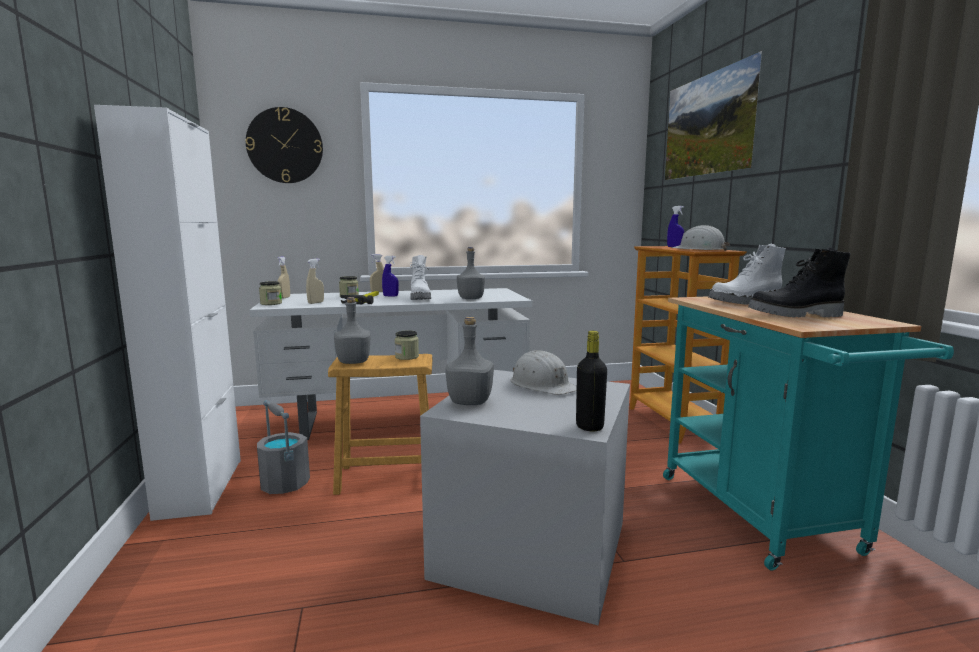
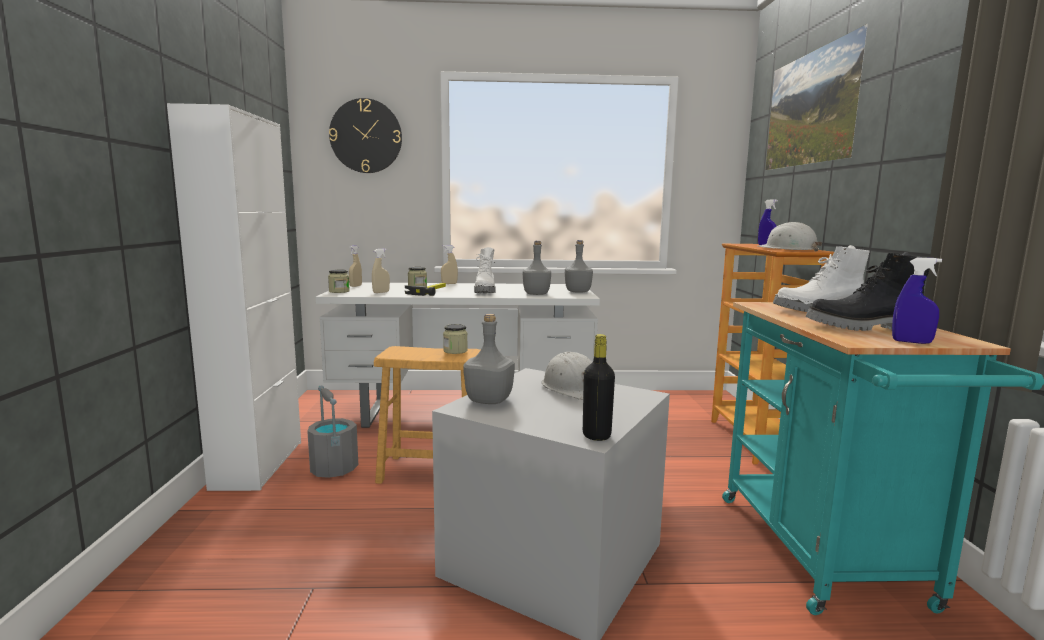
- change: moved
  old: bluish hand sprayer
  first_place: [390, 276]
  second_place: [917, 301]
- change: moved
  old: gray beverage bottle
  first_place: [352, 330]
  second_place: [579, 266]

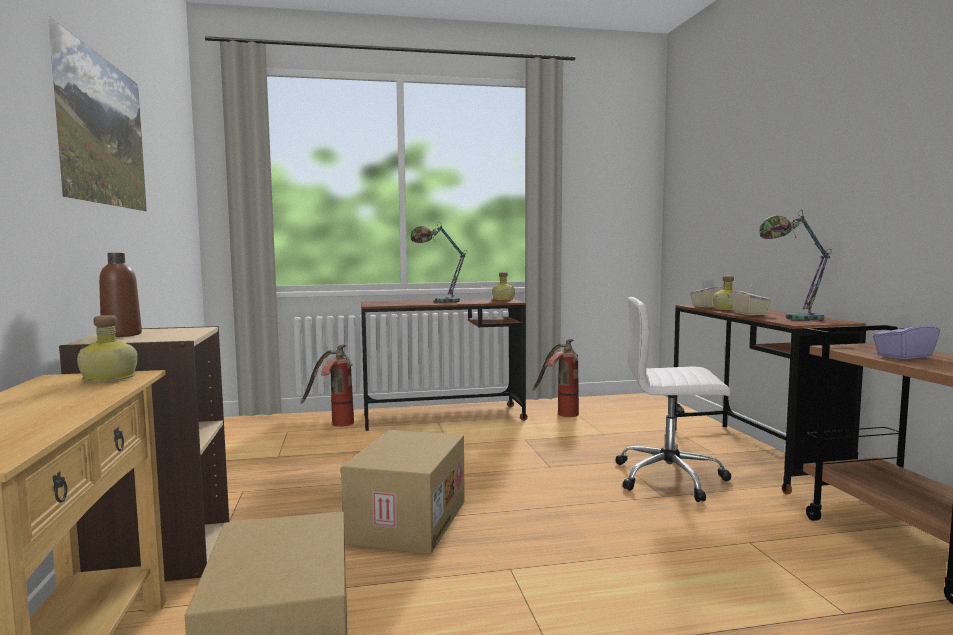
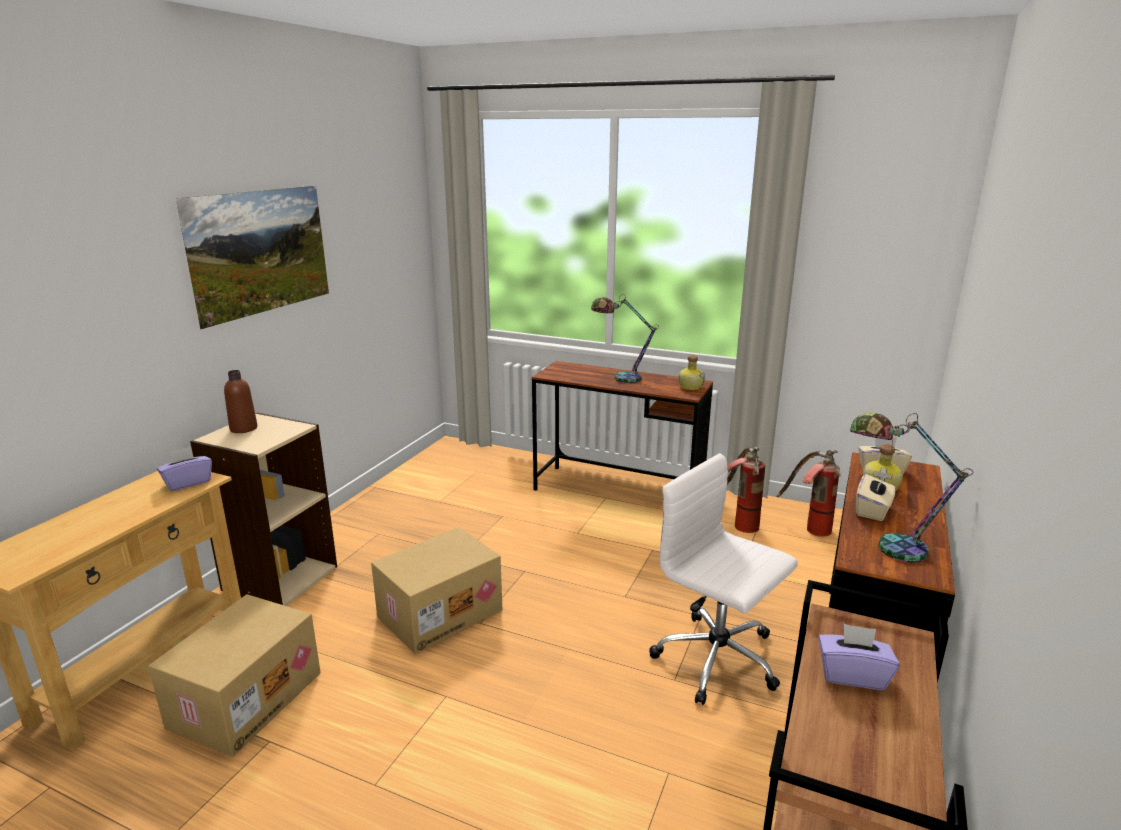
- change: replaced
  old: beverage bottle
  new: purplish tissue holder
  first_place: [107, 348]
  second_place: [184, 469]
- change: moved
  old: fire-fighting cylinder
  first_place: [327, 386]
  second_place: [808, 493]

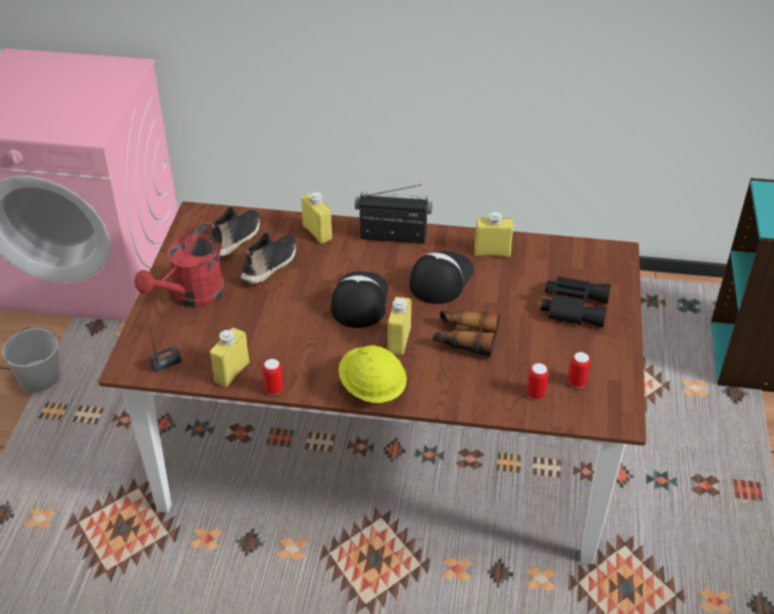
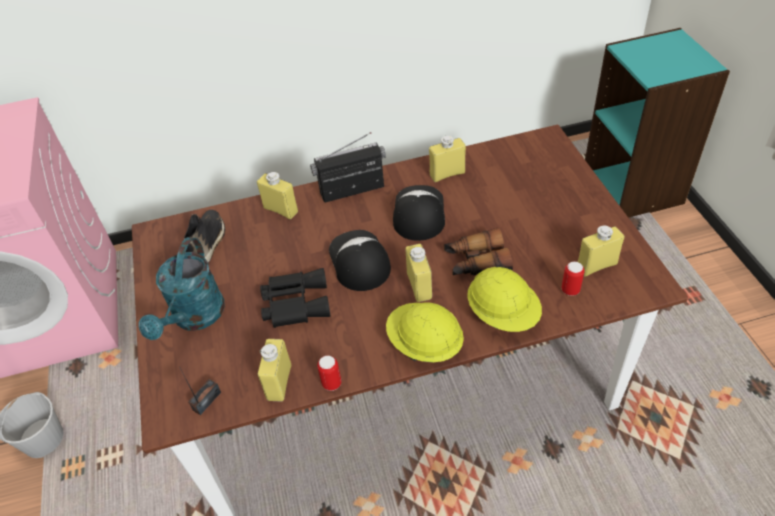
- change: recoloured
  old: red watering can
  new: blue-green watering can
  first_place: [180, 265]
  second_place: [181, 288]
- change: removed
  old: black-coloured item of footwear
  first_place: [268, 258]
- change: moved
  old: black-coloured field glasses
  first_place: [576, 302]
  second_place: [295, 298]
- change: replaced
  old: metal can
  new: yellow beverage bottle
  first_place: [579, 370]
  second_place: [601, 251]
- change: added
  new: yellow safety helmet
  second_place: [504, 299]

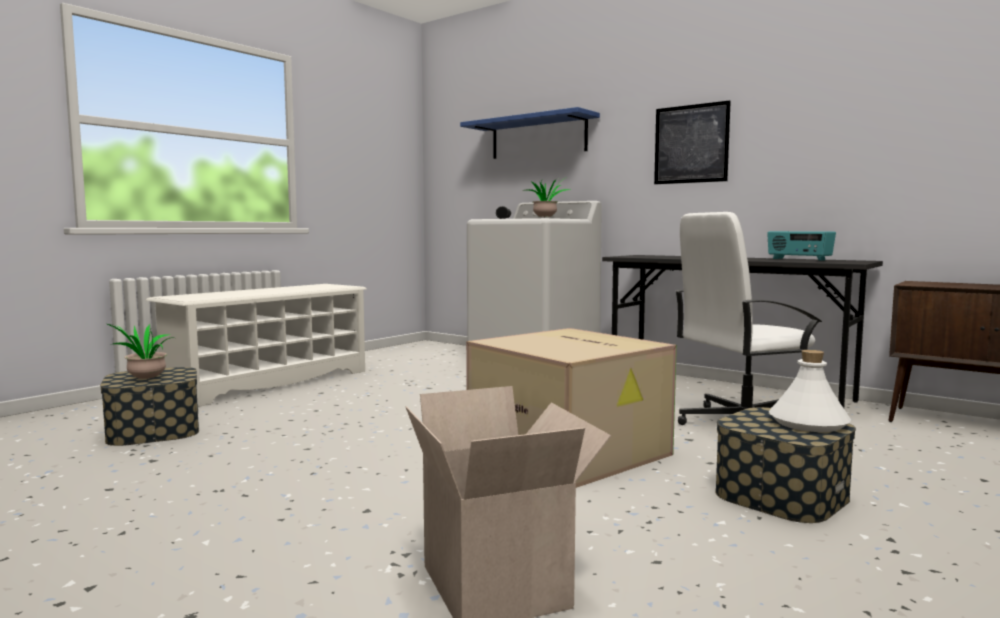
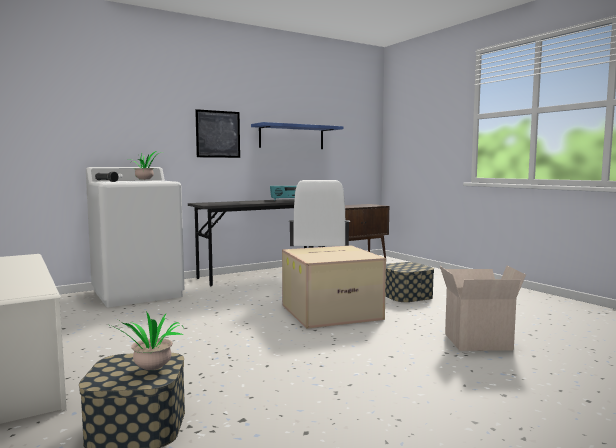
- change: moved
  old: bluish bracket shelf
  first_place: [530, 133]
  second_place: [297, 135]
- change: removed
  old: white beverage bottle
  first_place: [810, 391]

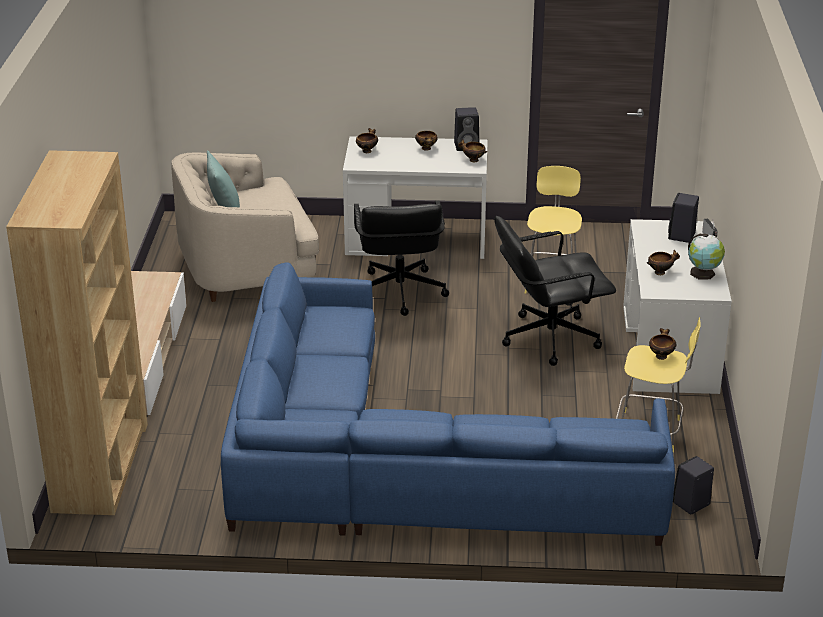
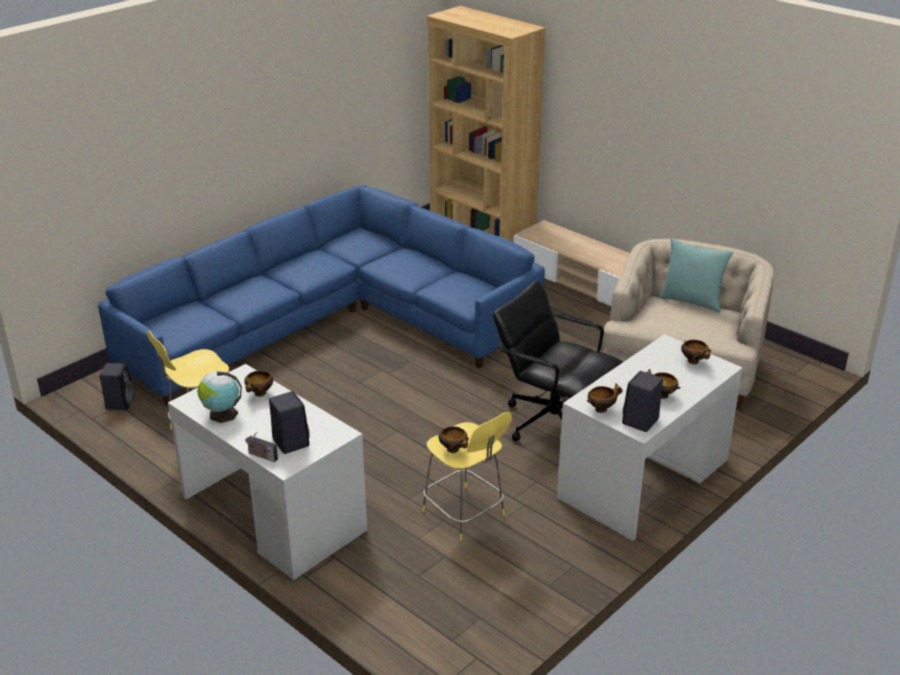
- change: removed
  old: black-coloured desk chair
  first_place: [555, 291]
- change: moved
  old: deep dish
  first_place: [663, 344]
  second_place: [454, 439]

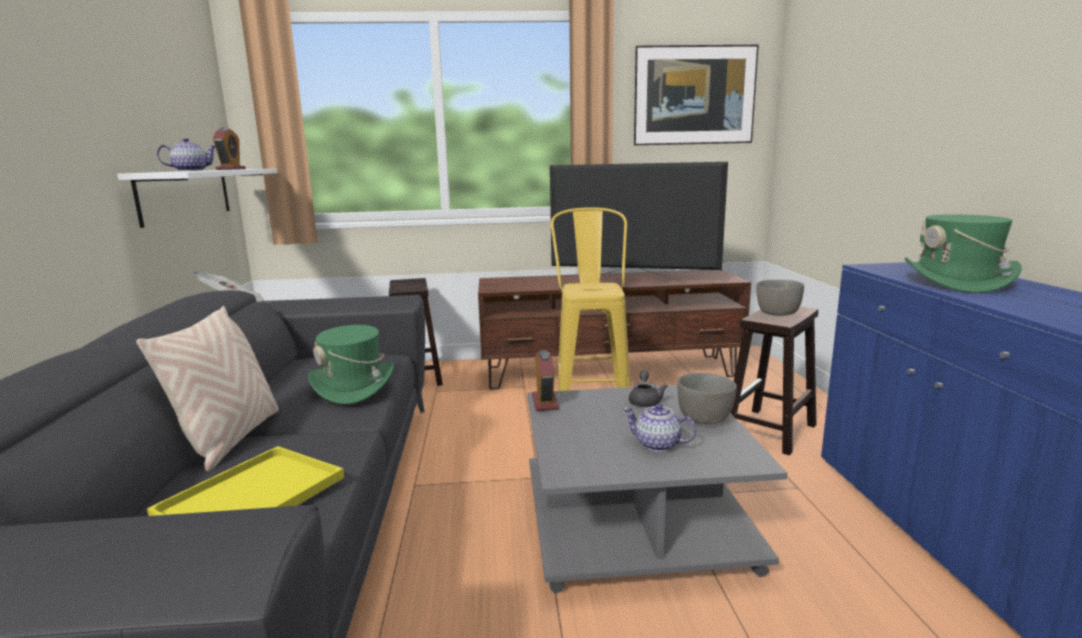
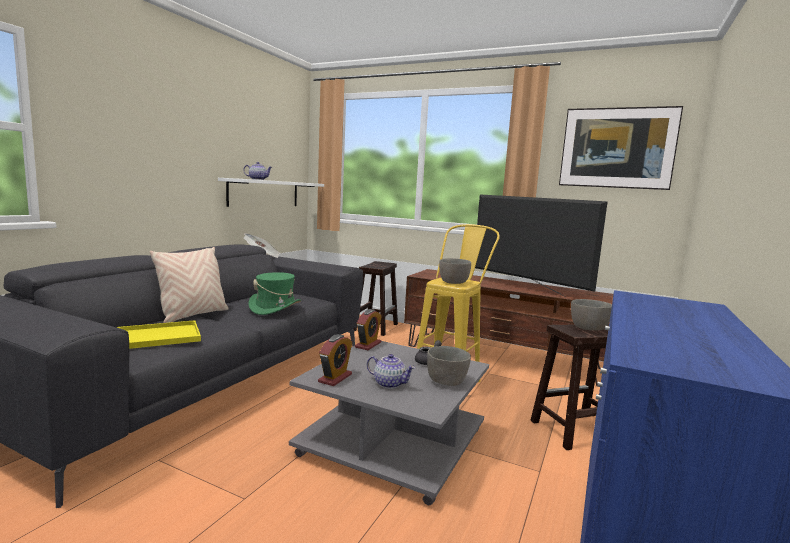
- change: moved
  old: alarm clock
  first_place: [229, 149]
  second_place: [335, 360]
- change: removed
  old: green-coloured wearable hat
  first_place: [963, 253]
- change: turned
  old: teapot
  first_place: [659, 427]
  second_place: [391, 371]
  degrees: 150
- change: added
  new: gray deep dish
  second_place: [455, 271]

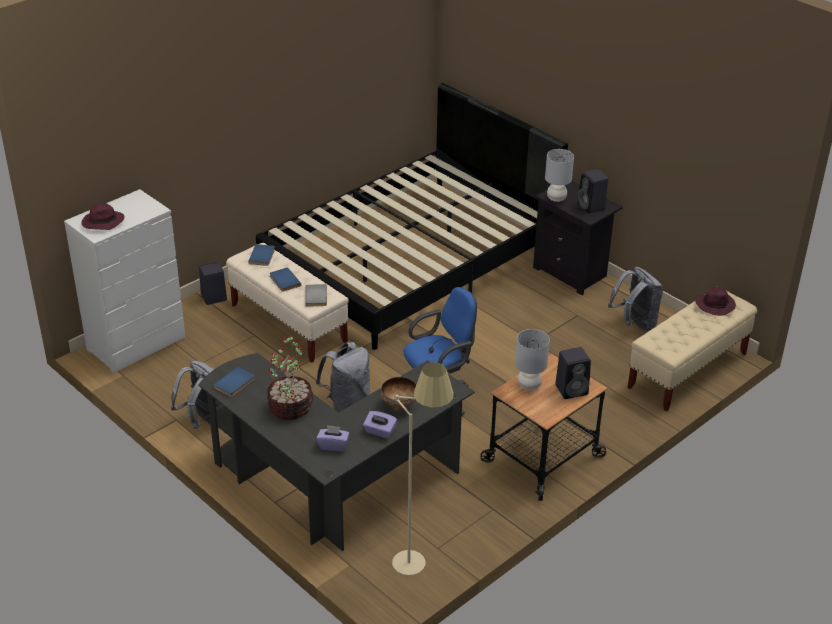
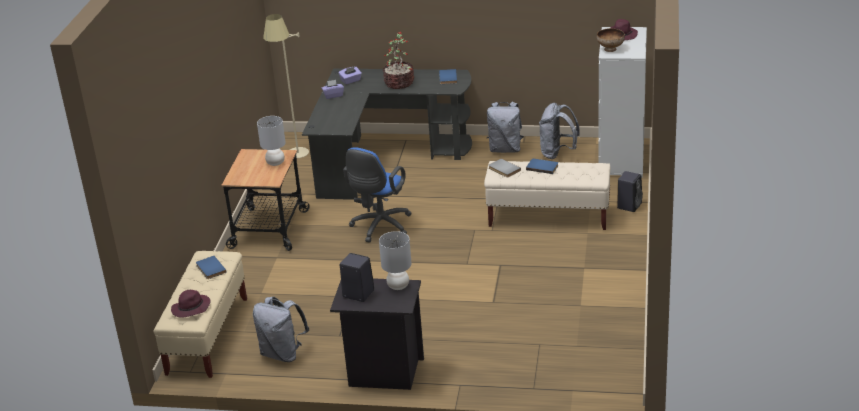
- change: removed
  old: black-coloured bedroom bed
  first_place: [412, 216]
- change: moved
  old: bluish book
  first_place: [261, 255]
  second_place: [211, 267]
- change: moved
  old: gray knapsack
  first_place: [343, 377]
  second_place: [559, 131]
- change: removed
  old: black-coloured loudspeaker
  first_place: [573, 373]
- change: moved
  old: deep dish
  first_place: [398, 394]
  second_place: [611, 40]

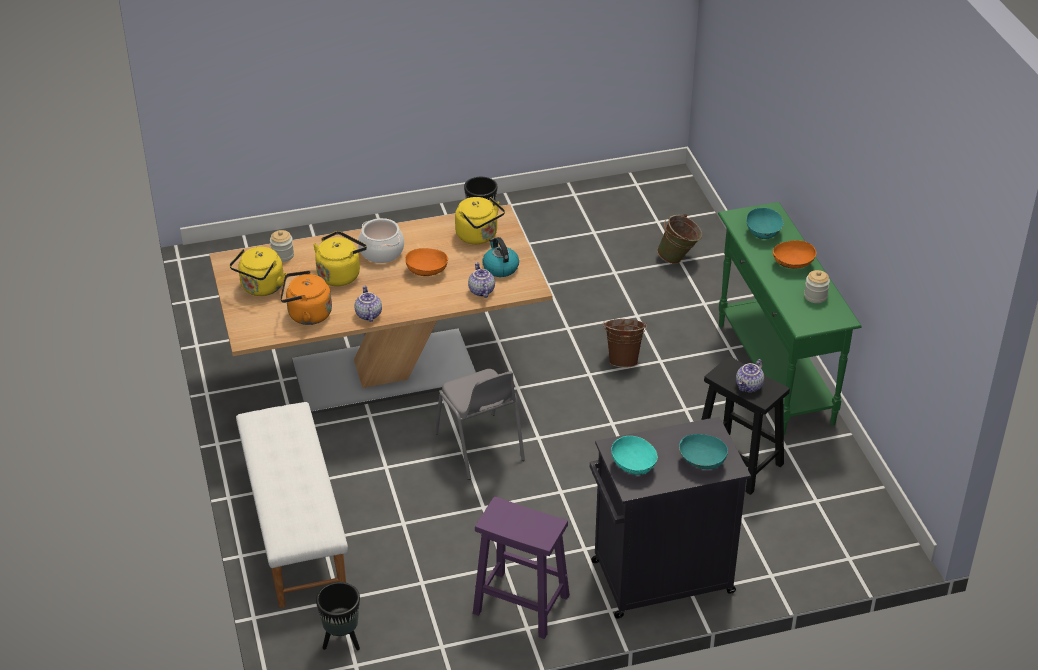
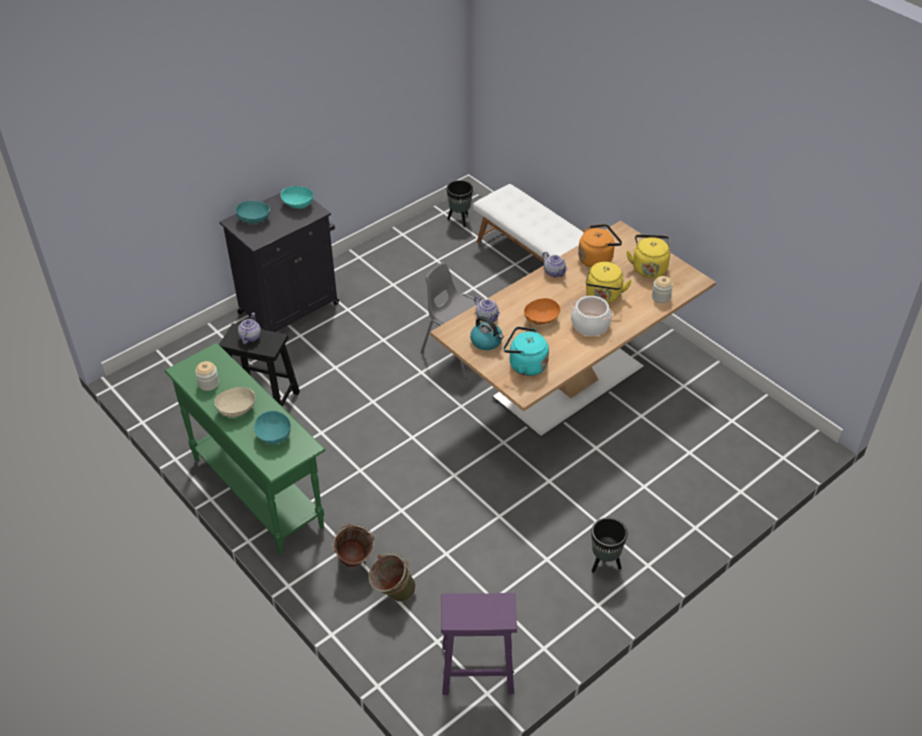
- change: recoloured
  old: yellow water kettle
  new: blue-green water kettle
  first_place: [480, 220]
  second_place: [526, 351]
- change: recoloured
  old: orangey deep dish
  new: beige deep dish
  first_place: [794, 254]
  second_place: [234, 402]
- change: moved
  old: brown bucket
  first_place: [625, 343]
  second_place: [353, 546]
- change: moved
  old: purplish sitting stool
  first_place: [521, 568]
  second_place: [479, 644]

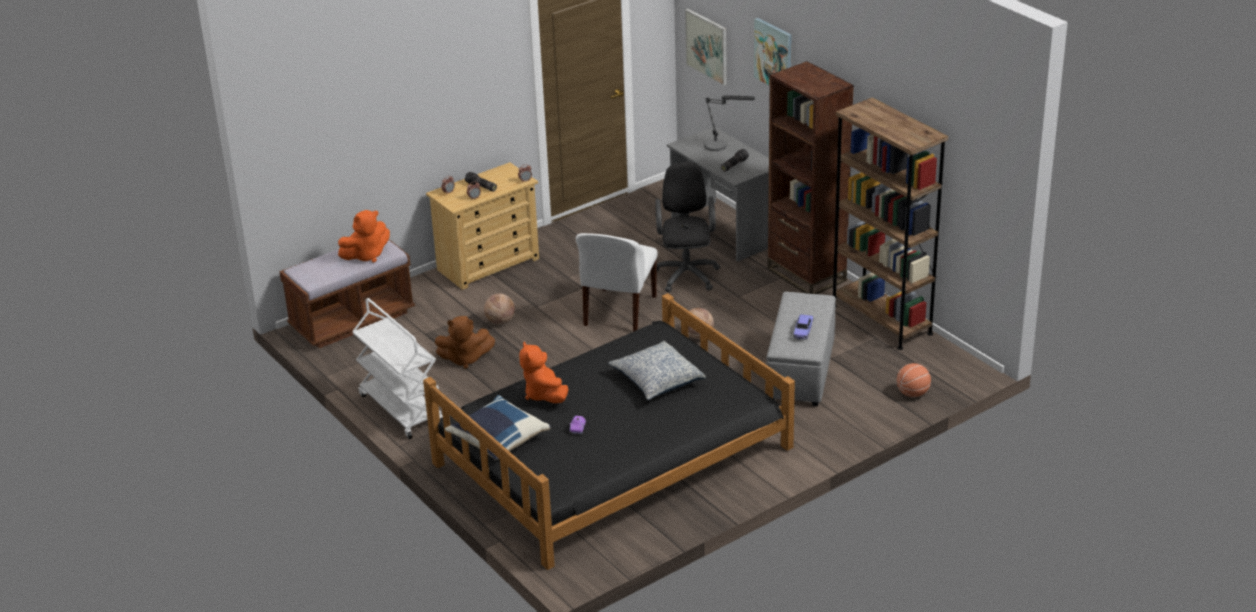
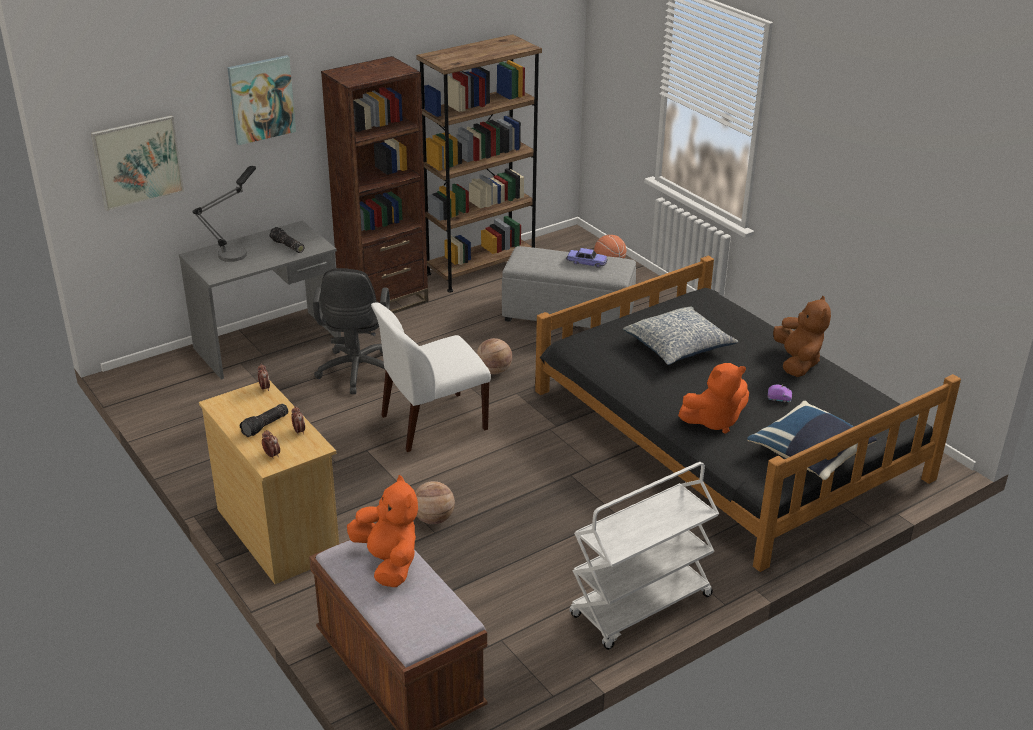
- change: turned
  old: black-coloured desk chair
  first_place: [687, 226]
  second_place: [351, 331]
  degrees: -90
- change: turned
  old: white upright chair
  first_place: [617, 282]
  second_place: [431, 377]
  degrees: 135
- change: moved
  old: brown plush toy
  first_place: [465, 342]
  second_place: [802, 336]

